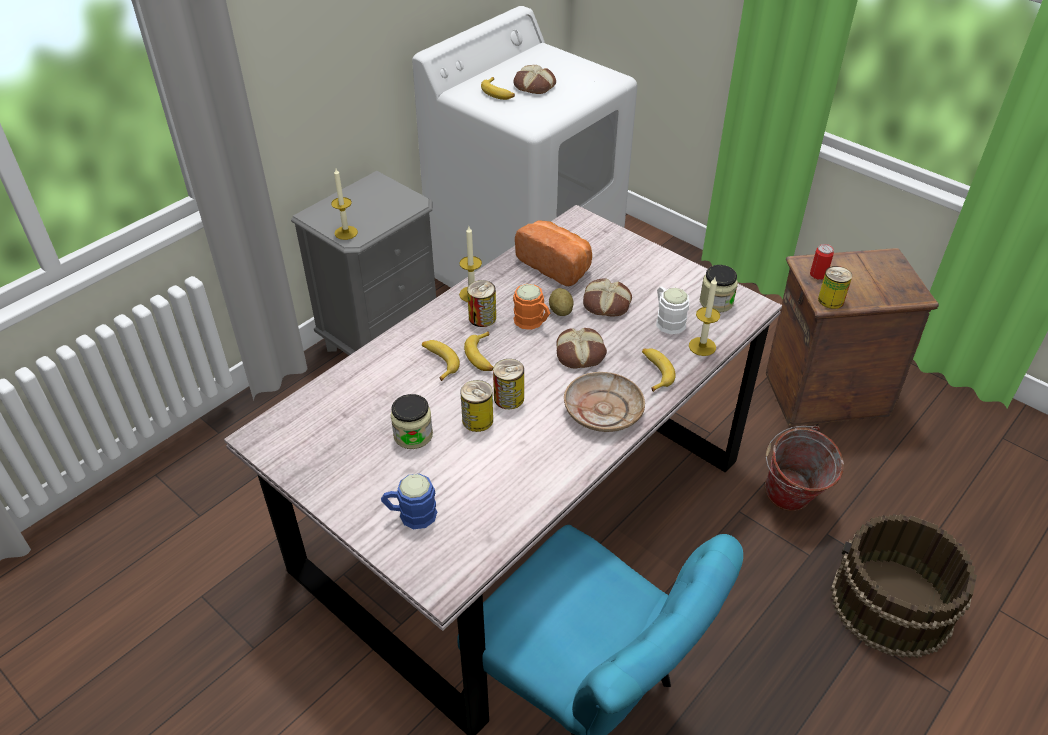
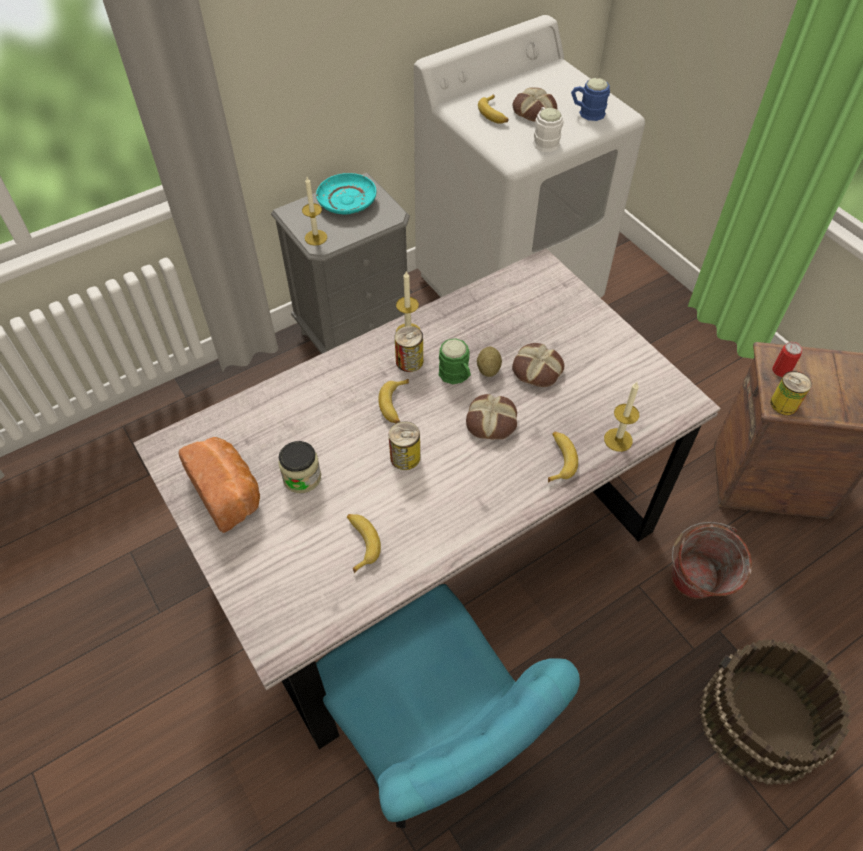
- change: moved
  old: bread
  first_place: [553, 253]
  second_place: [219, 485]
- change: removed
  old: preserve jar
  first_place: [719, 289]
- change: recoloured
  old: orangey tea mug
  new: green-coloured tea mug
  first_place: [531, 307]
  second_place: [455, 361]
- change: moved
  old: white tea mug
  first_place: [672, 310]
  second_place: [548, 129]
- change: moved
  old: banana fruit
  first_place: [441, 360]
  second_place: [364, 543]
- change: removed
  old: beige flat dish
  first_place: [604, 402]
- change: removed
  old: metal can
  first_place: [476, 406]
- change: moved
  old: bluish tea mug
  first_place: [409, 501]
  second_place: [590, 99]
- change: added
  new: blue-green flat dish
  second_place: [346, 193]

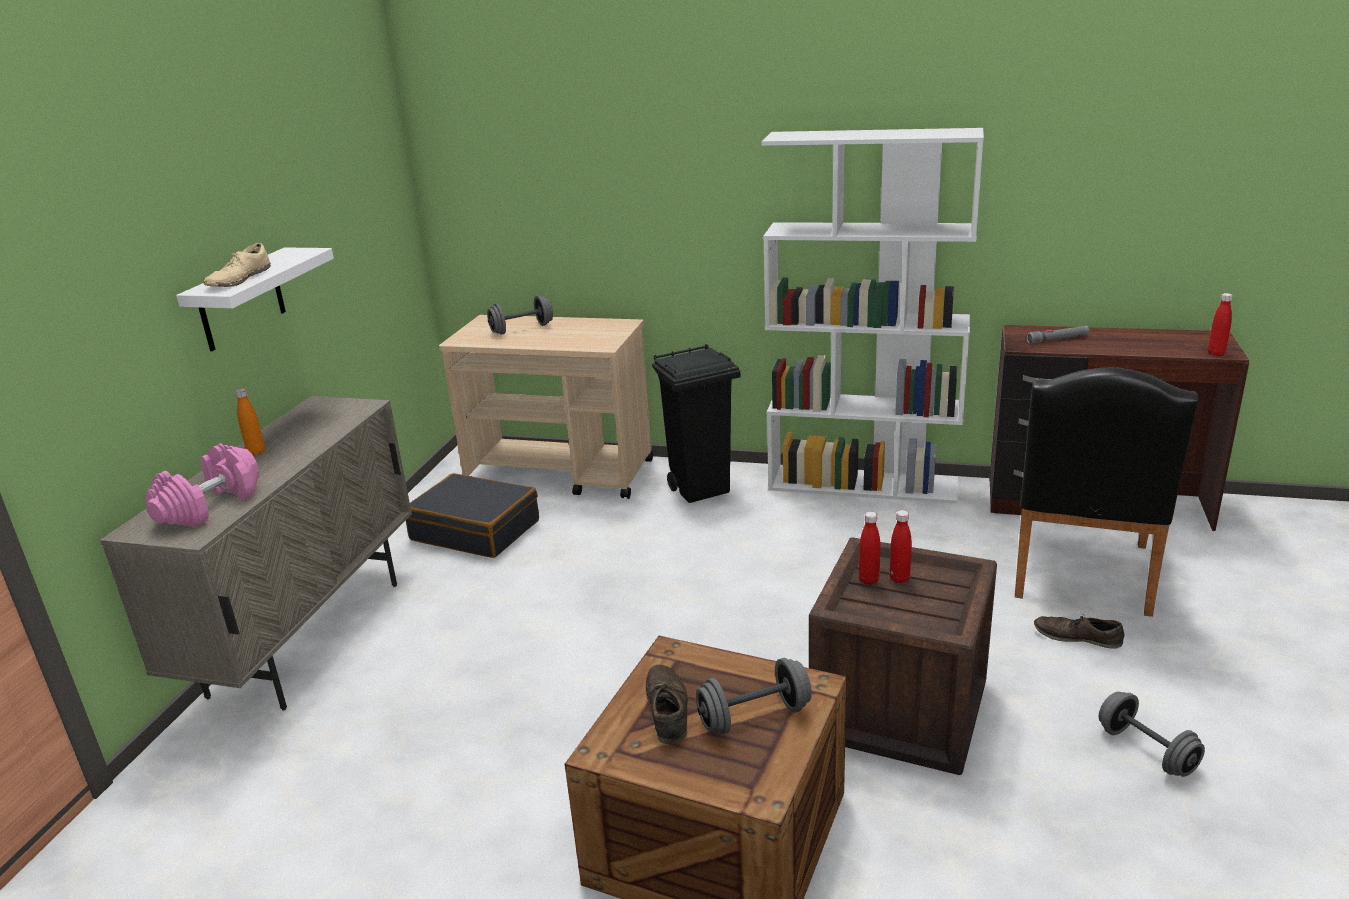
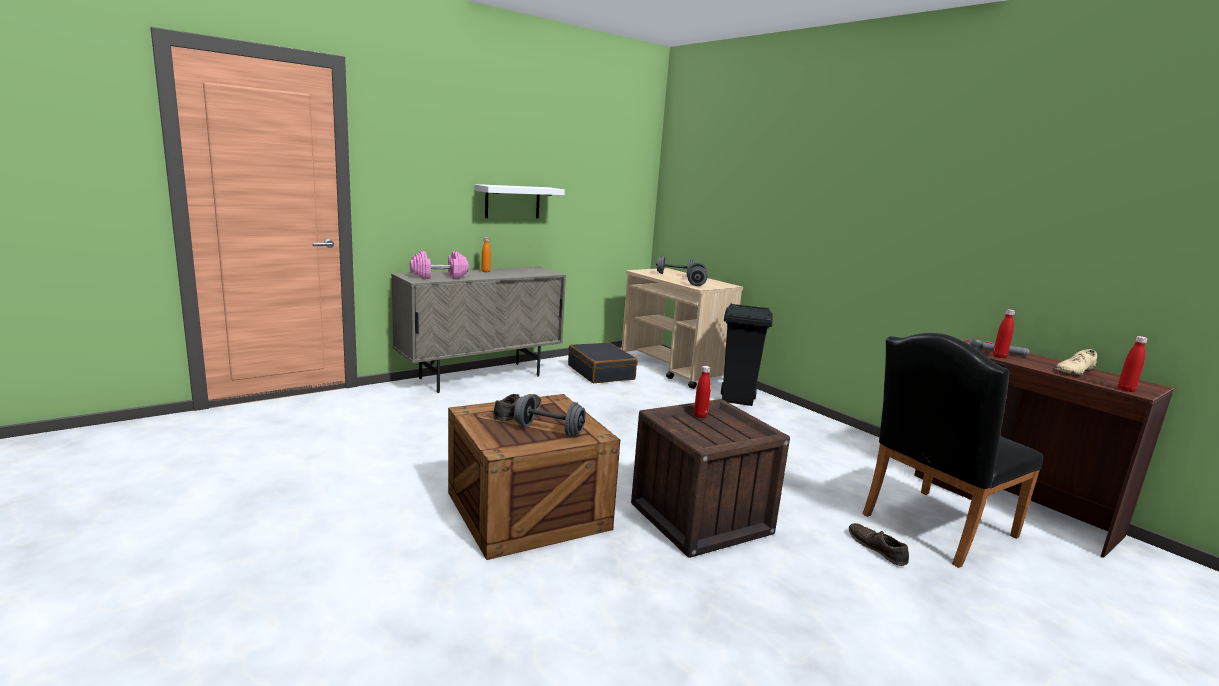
- change: removed
  old: white bookshelf
  first_place: [872, 316]
- change: moved
  old: beige item of footwear
  first_place: [237, 265]
  second_place: [1076, 362]
- change: moved
  old: red beverage bottle
  first_place: [900, 546]
  second_place: [1004, 333]
- change: moved
  old: gray dumbbell
  first_place: [1152, 734]
  second_place: [698, 274]

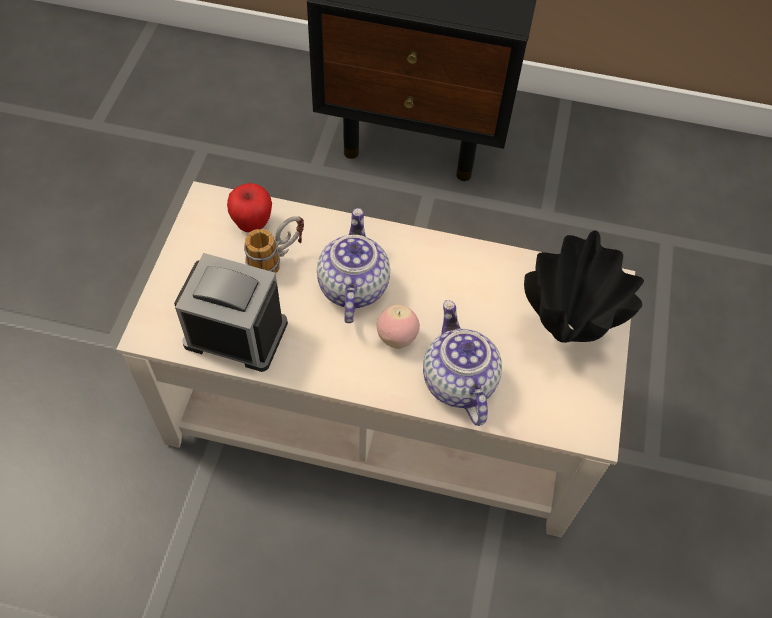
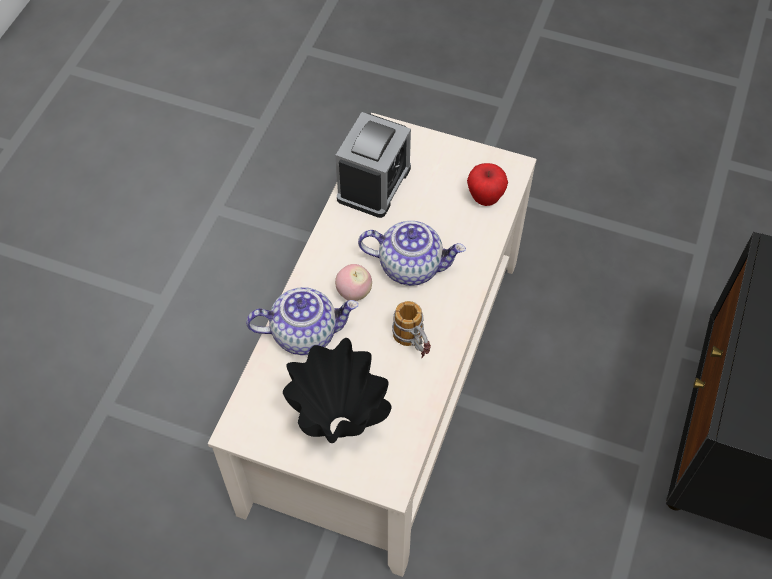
- change: moved
  old: tea mug
  first_place: [274, 244]
  second_place: [411, 329]

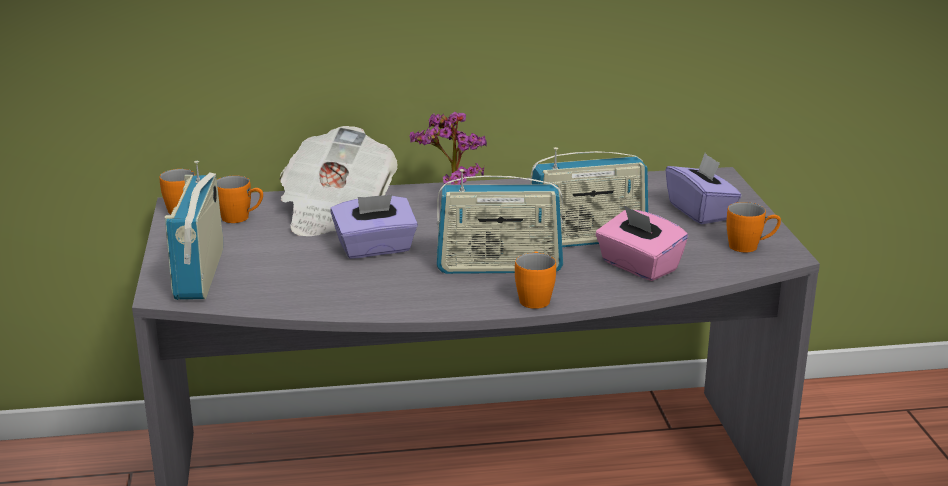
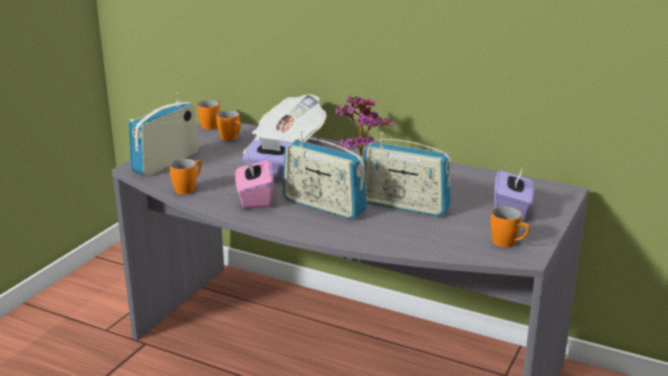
- change: moved
  old: pink tissue holder
  first_place: [641, 243]
  second_place: [254, 182]
- change: moved
  old: orangey tea mug
  first_place: [535, 280]
  second_place: [185, 176]

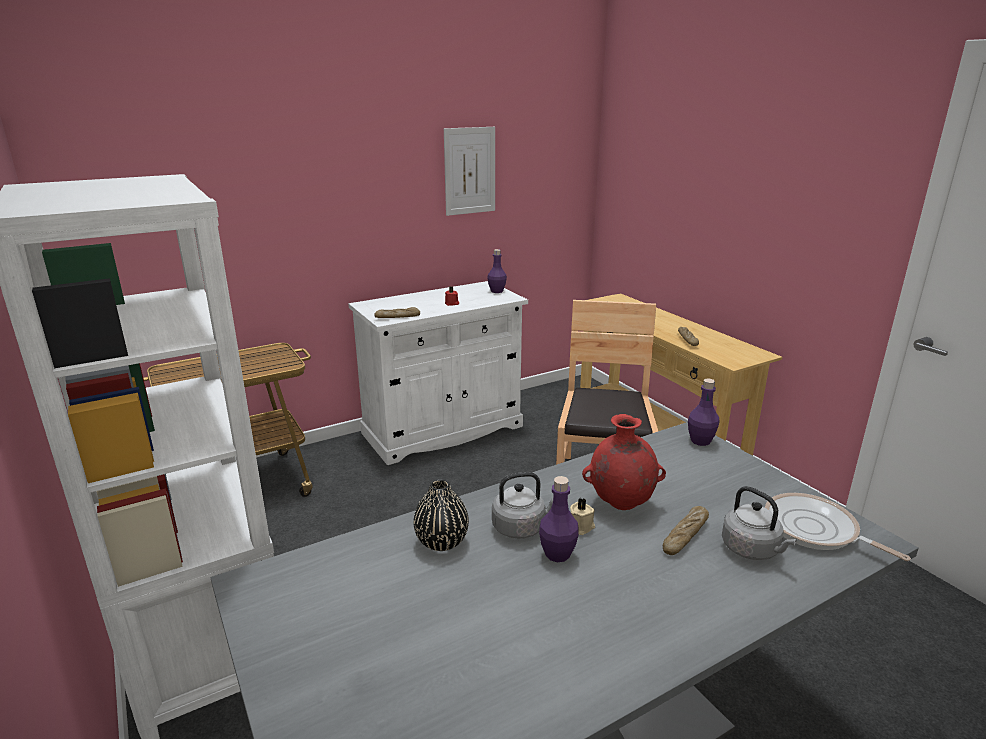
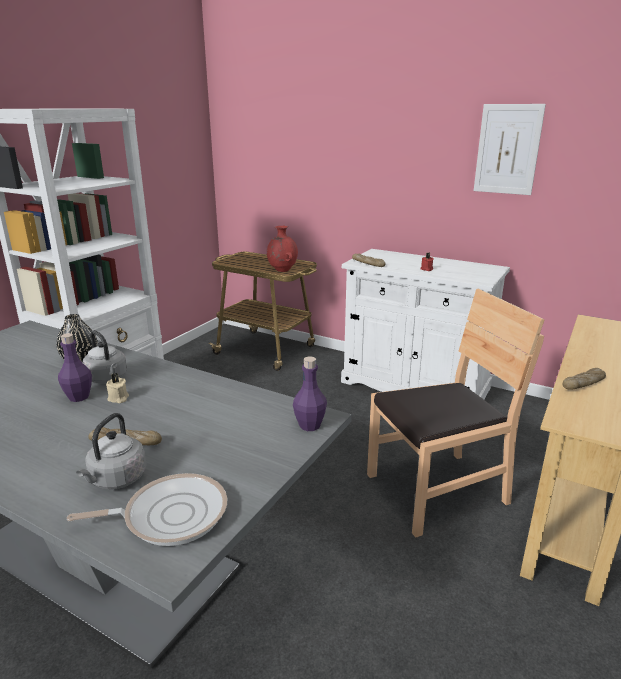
- change: removed
  old: purplish beverage bottle
  first_place: [497, 271]
- change: moved
  old: red flower vase
  first_place: [624, 462]
  second_place: [282, 249]
- change: turned
  old: frying pan
  first_place: [838, 527]
  second_place: [147, 509]
  degrees: 60

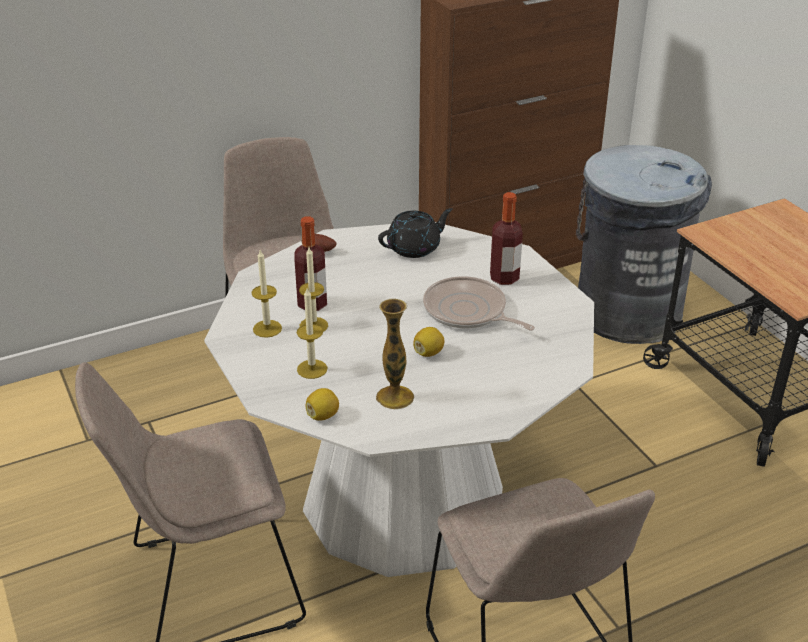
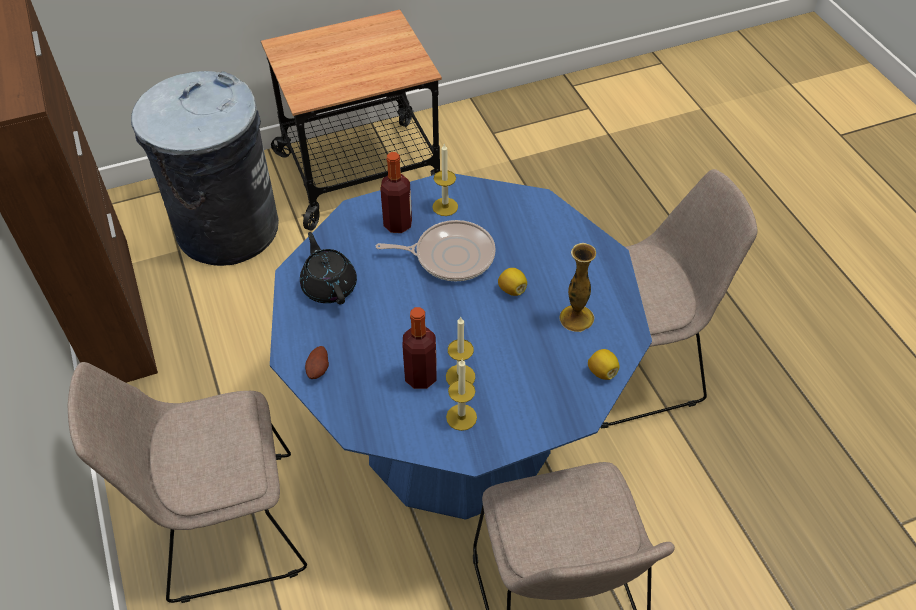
- change: recoloured
  old: white dining table
  new: bluish dining table
  first_place: [399, 399]
  second_place: [461, 347]
- change: turned
  old: frying pan
  first_place: [479, 303]
  second_place: [436, 250]
  degrees: -135
- change: moved
  old: wax candle
  first_place: [312, 333]
  second_place: [445, 179]

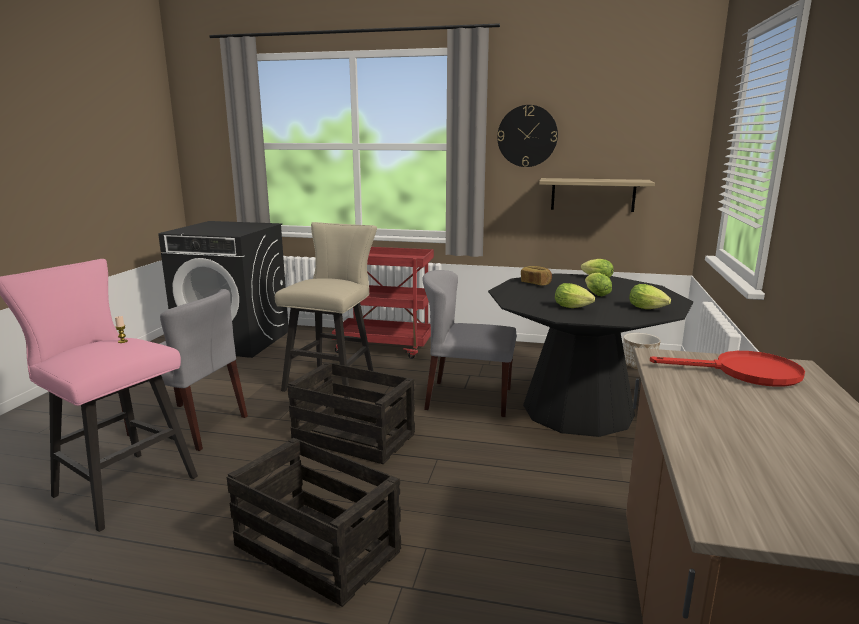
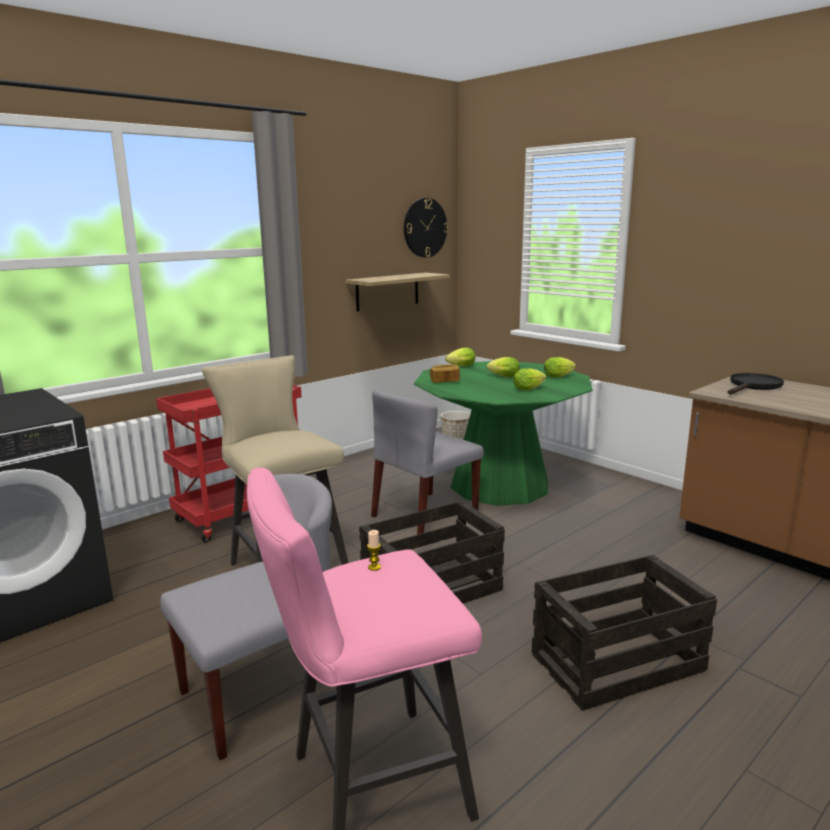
- change: moved
  old: clock on the wall
  first_place: [527, 136]
  second_place: [426, 228]
- change: recoloured
  old: black-coloured dining table
  new: green-coloured dining table
  first_place: [590, 355]
  second_place: [503, 433]
- change: recoloured
  old: red frying pan
  new: black-coloured frying pan
  first_place: [727, 369]
  second_place: [755, 384]

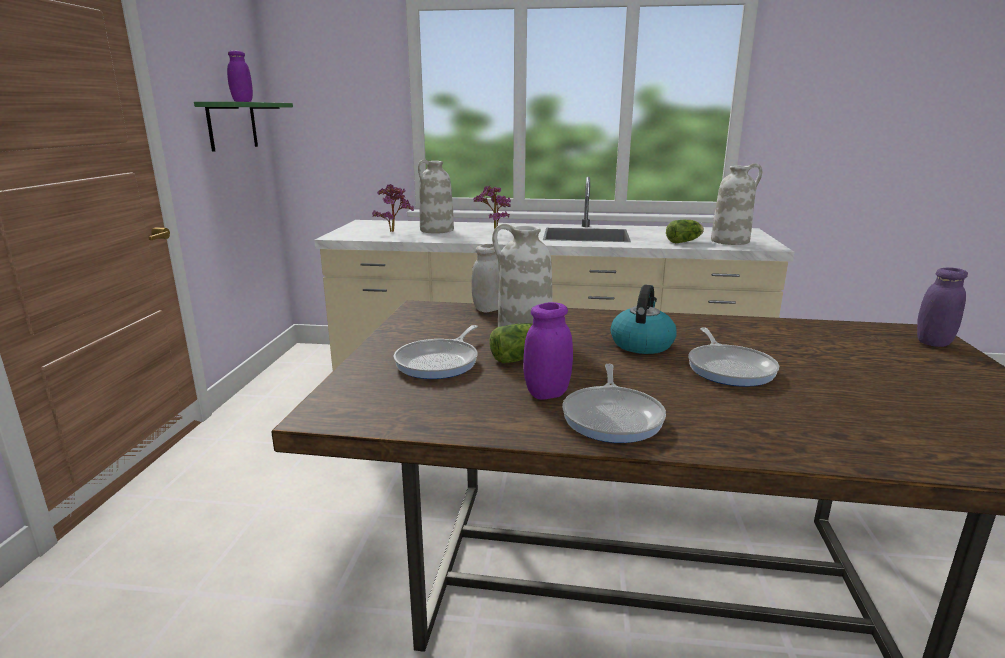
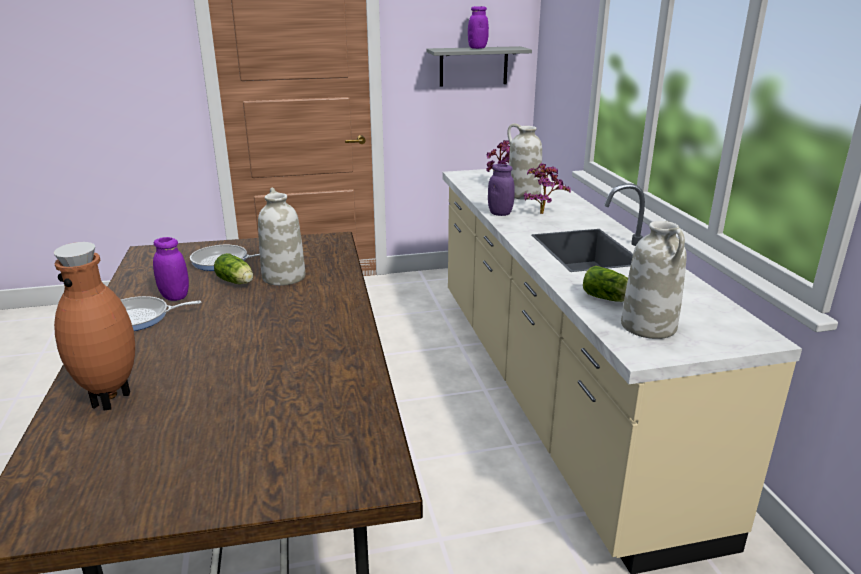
- change: recoloured
  old: green-coloured bracket shelf
  new: gray bracket shelf
  first_place: [243, 127]
  second_place: [479, 66]
- change: removed
  old: white preserve jar
  first_place: [485, 278]
- change: moved
  old: purplish preserve jar
  first_place: [942, 307]
  second_place: [501, 190]
- change: removed
  old: water kettle
  first_place: [643, 319]
- change: removed
  old: frying pan
  first_place: [733, 357]
- change: added
  new: brown flower vase
  second_place: [94, 326]

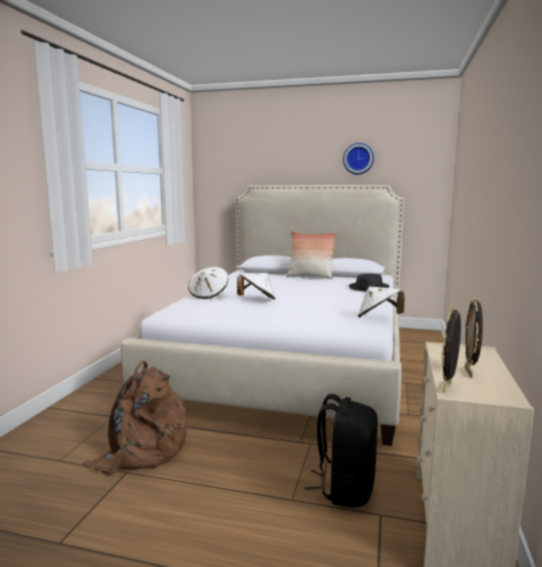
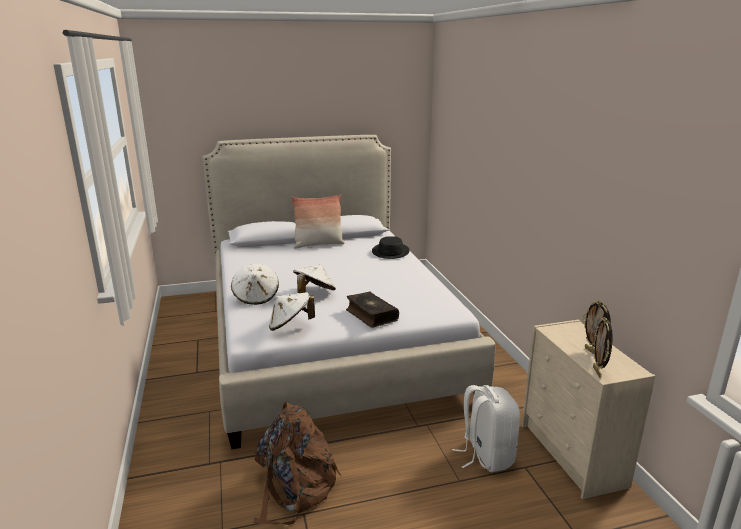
- change: removed
  old: clock on the wall
  first_place: [358, 159]
- change: moved
  old: white wearable hat
  first_place: [381, 302]
  second_place: [292, 311]
- change: recoloured
  old: black-coloured knapsack
  new: white knapsack
  first_place: [341, 451]
  second_place: [486, 428]
- change: added
  new: book
  second_place: [372, 310]

